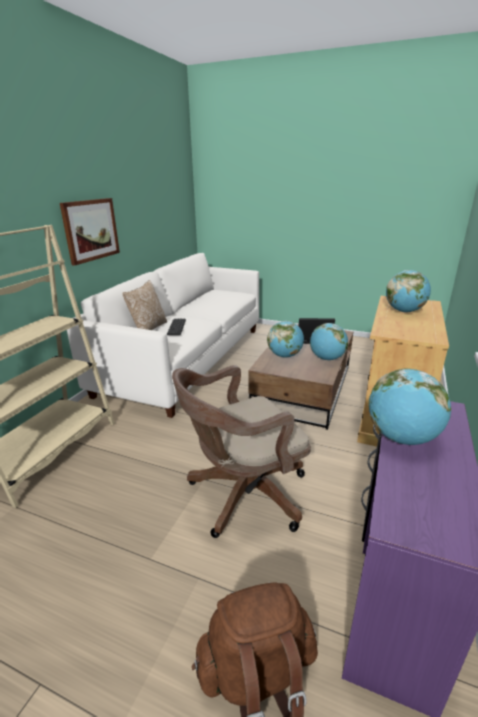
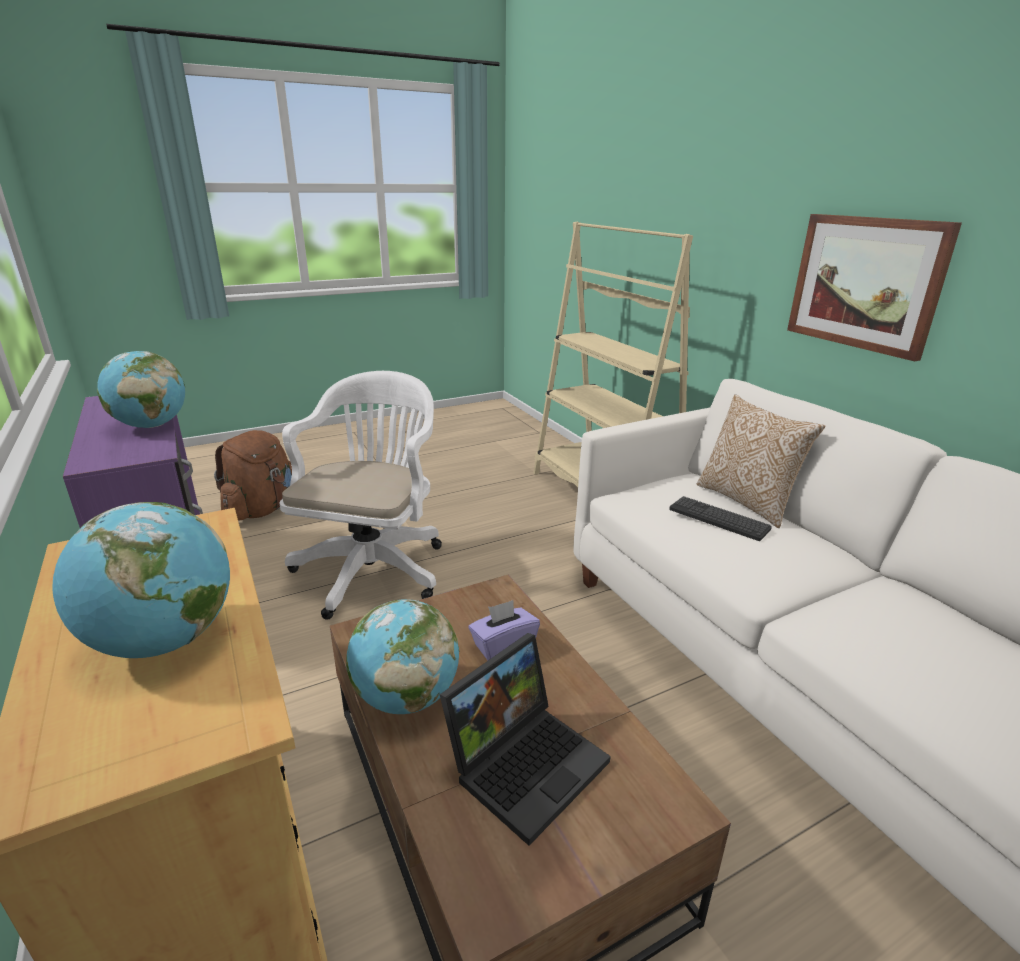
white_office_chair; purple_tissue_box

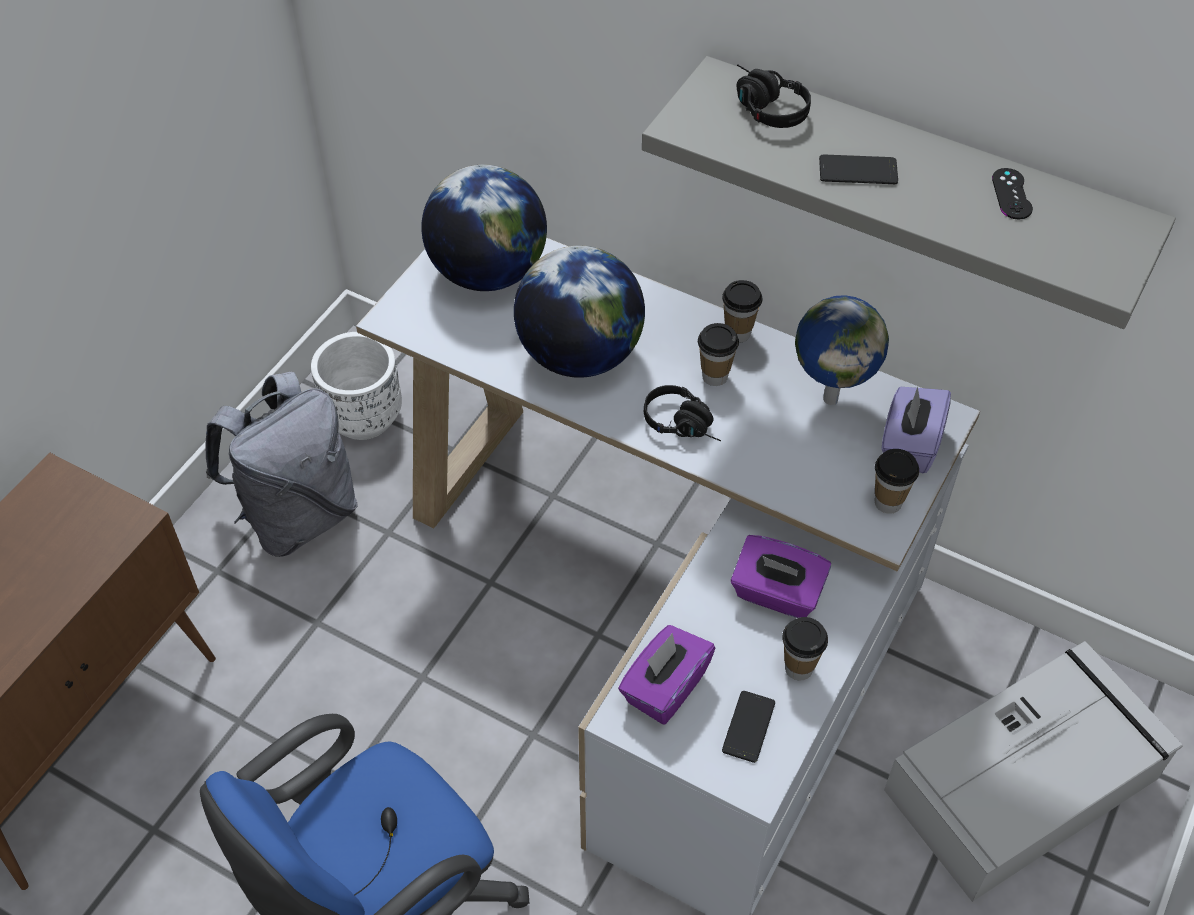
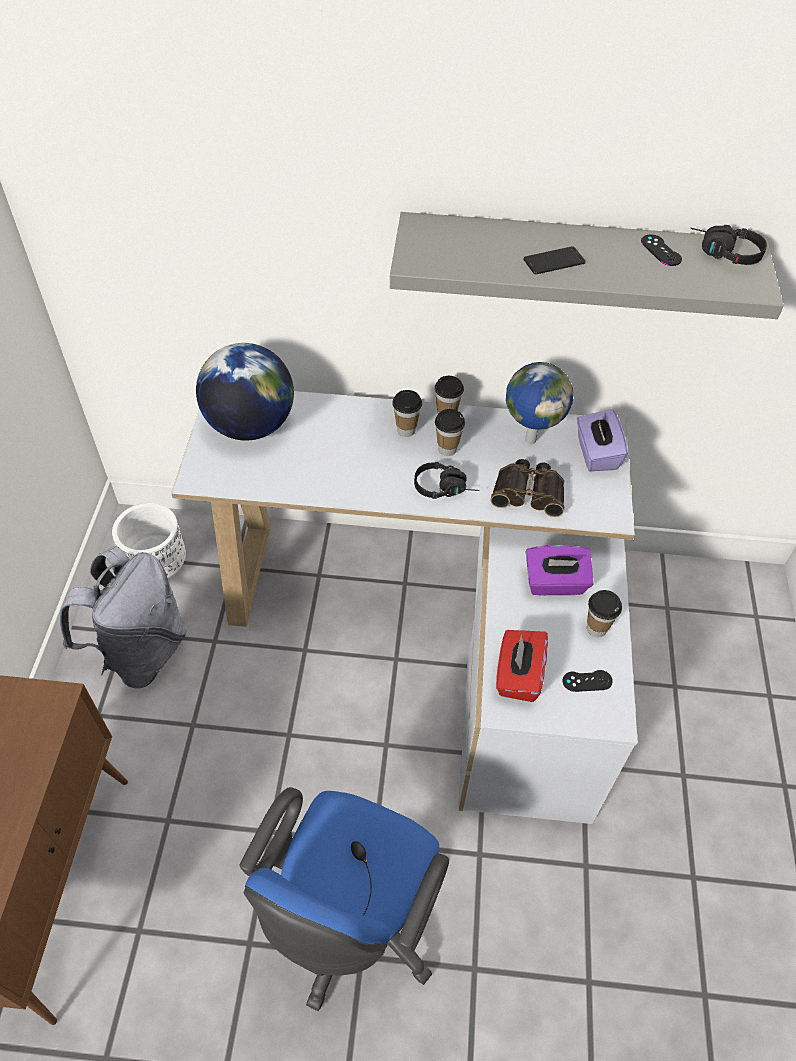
globe (2nd from left in the first image); red_tissue_box; black_game_controller (1st from left); black_headphones (2nd from left); cup (1st from left); grey_storage_box; binoculars

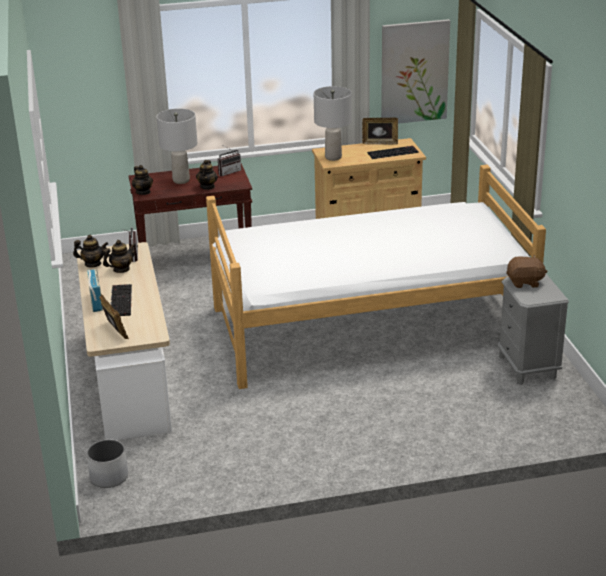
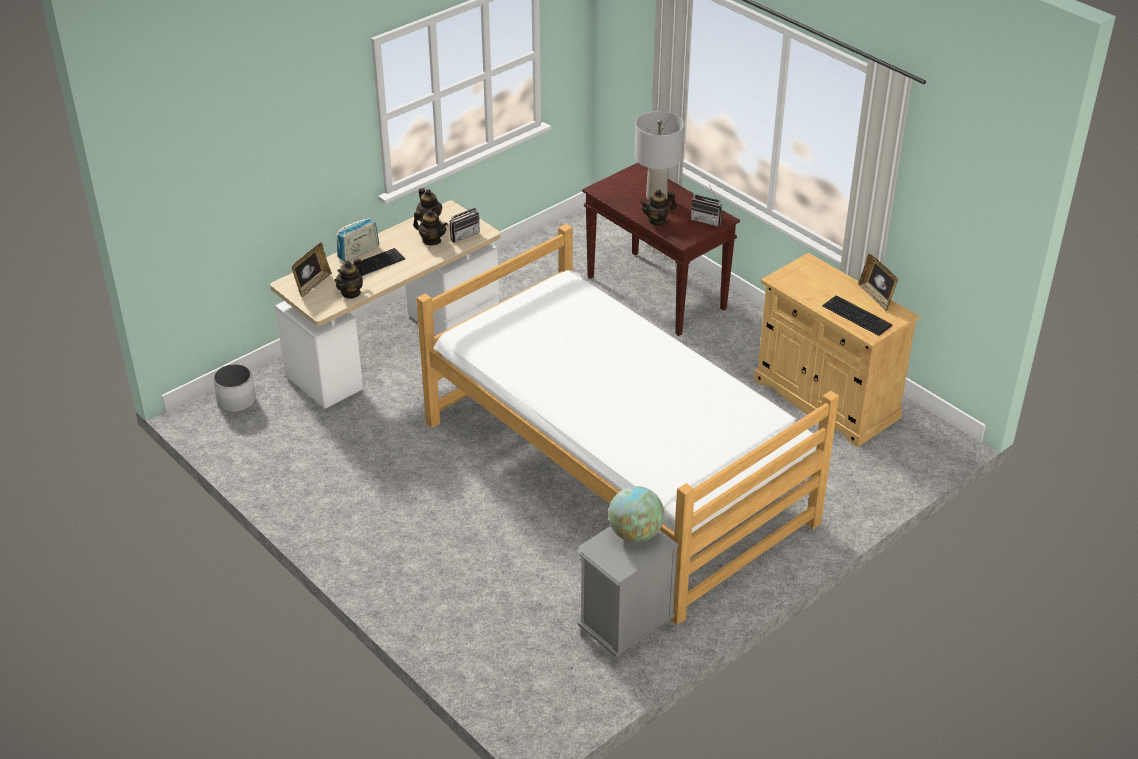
teapot (1st from left); grey_table_lamp (2nd from left in the first image); picture; globe

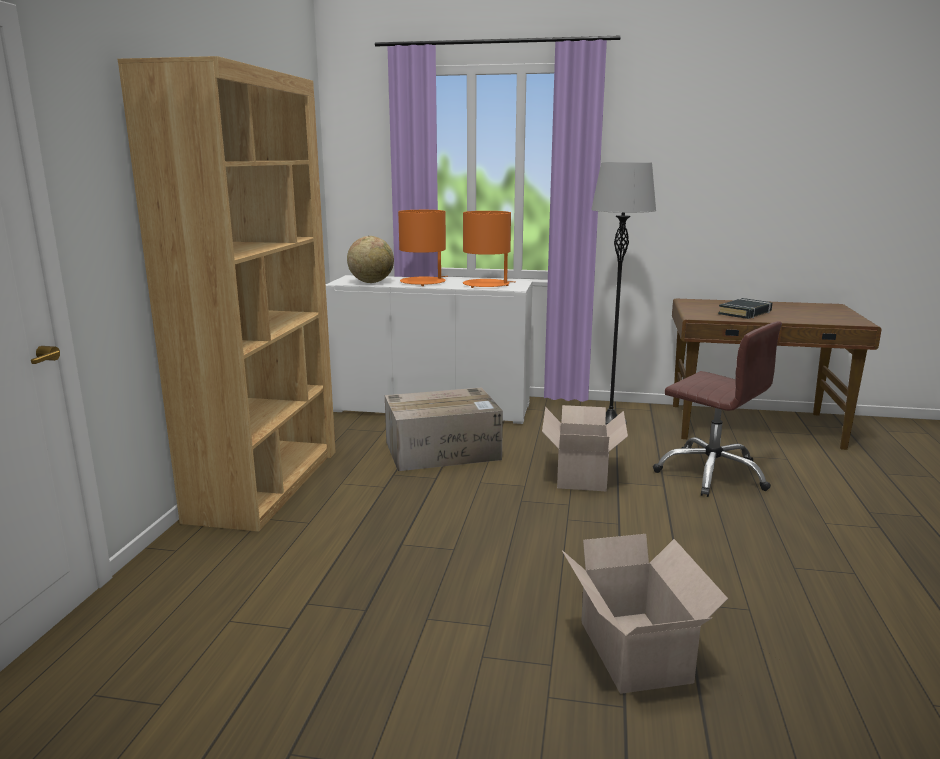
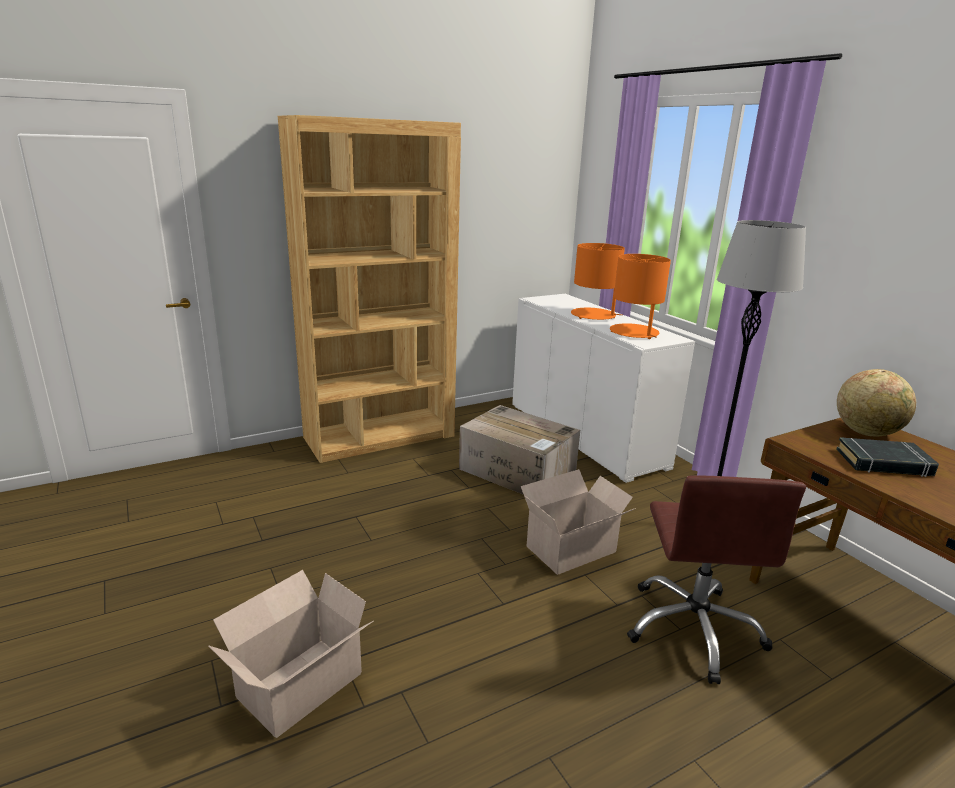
globe

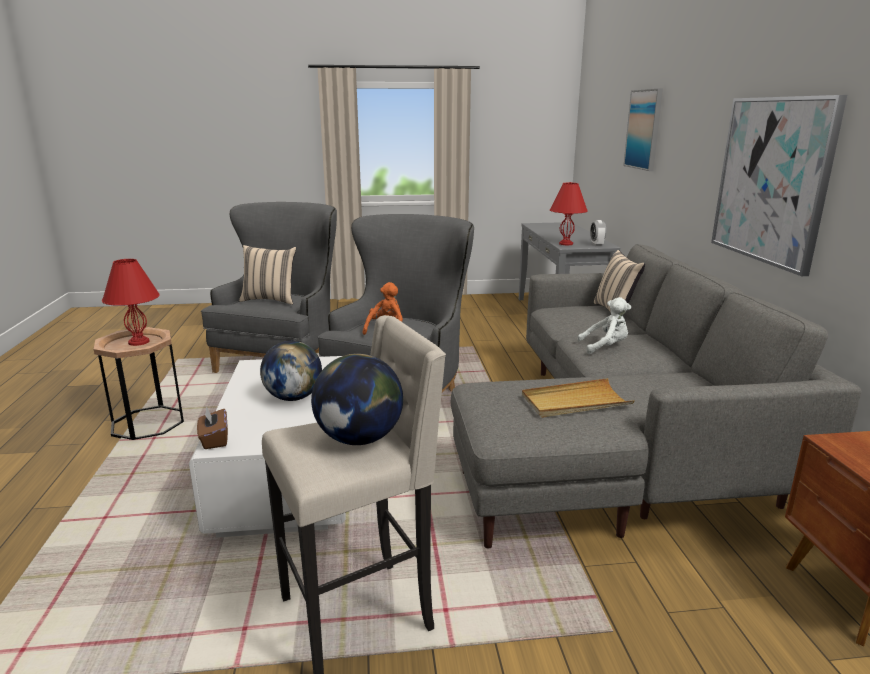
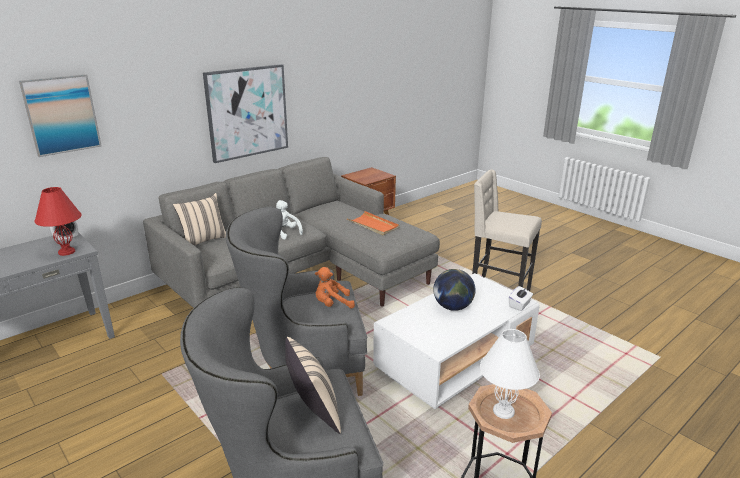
white_table_lamp; white_tissue_box; globe (2nd from left in the first image); orange_tray

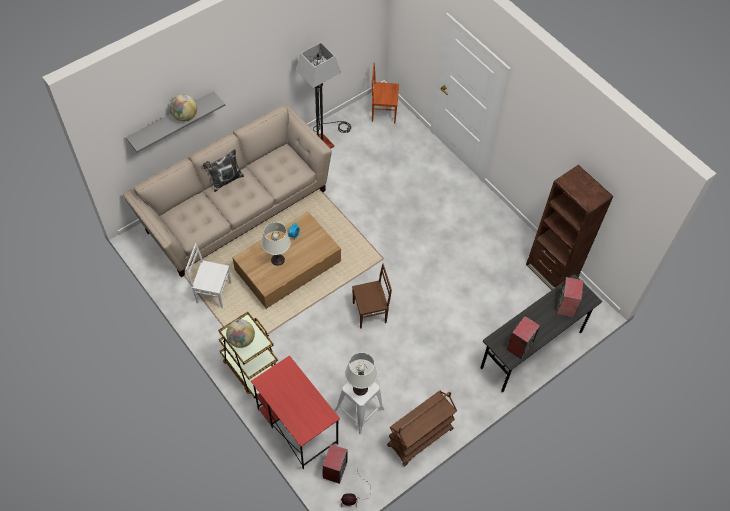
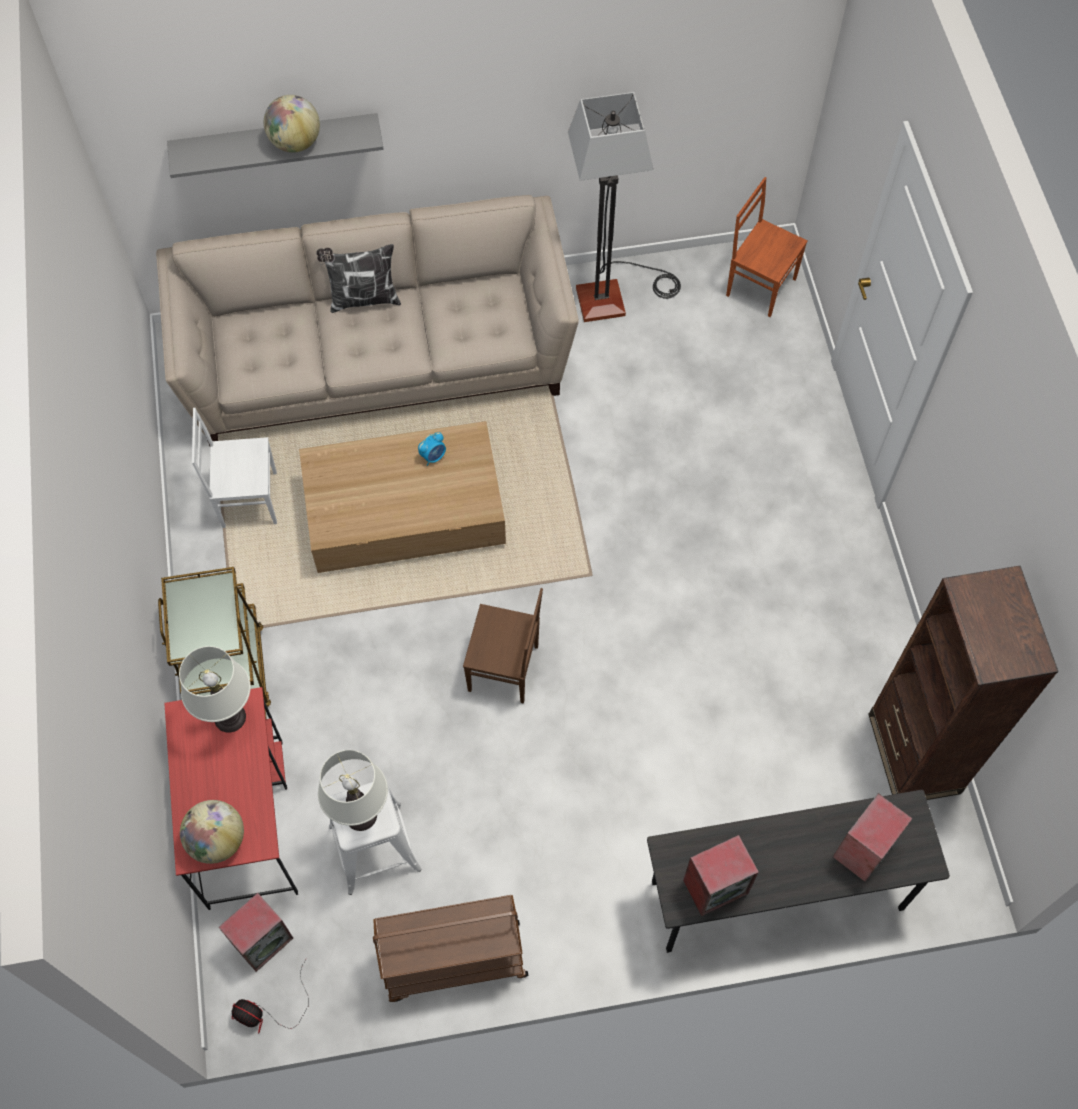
white_chair; globe (1st from left); white_table_lamp (1st from left)

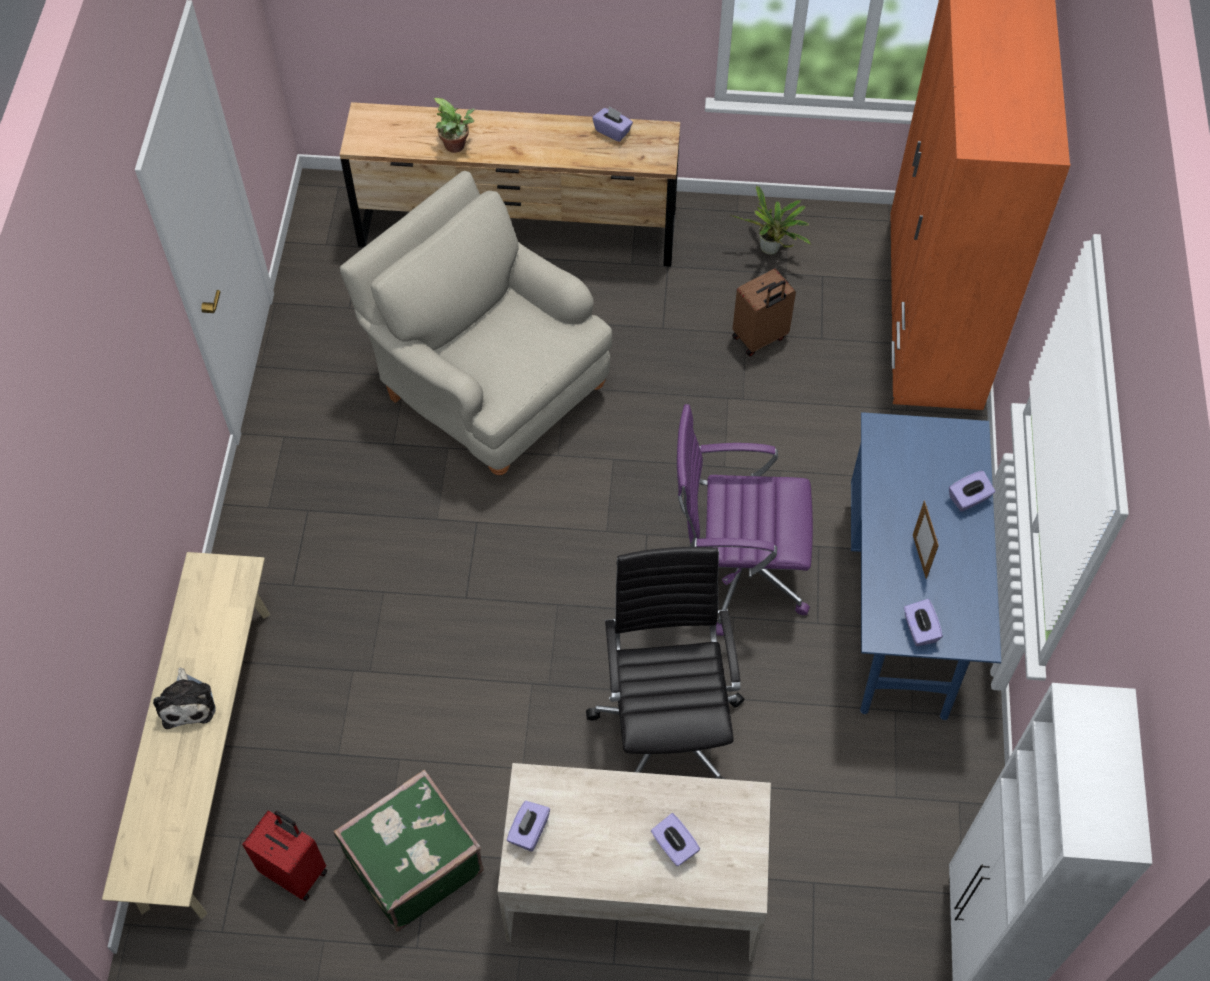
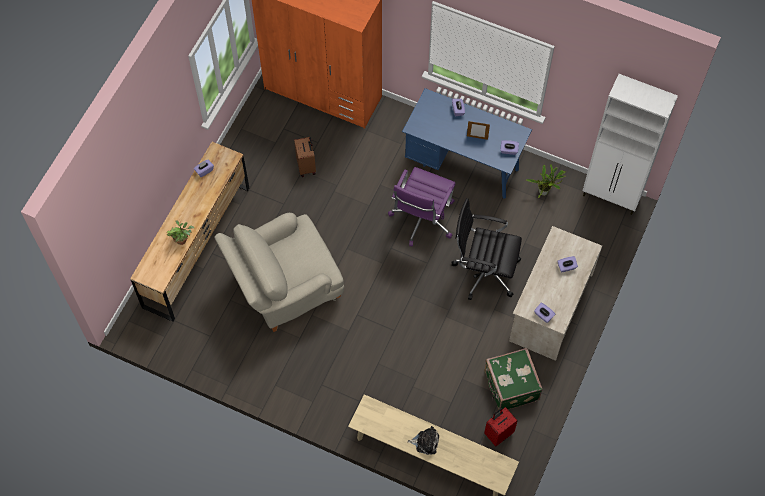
potted_plant (2nd from left)

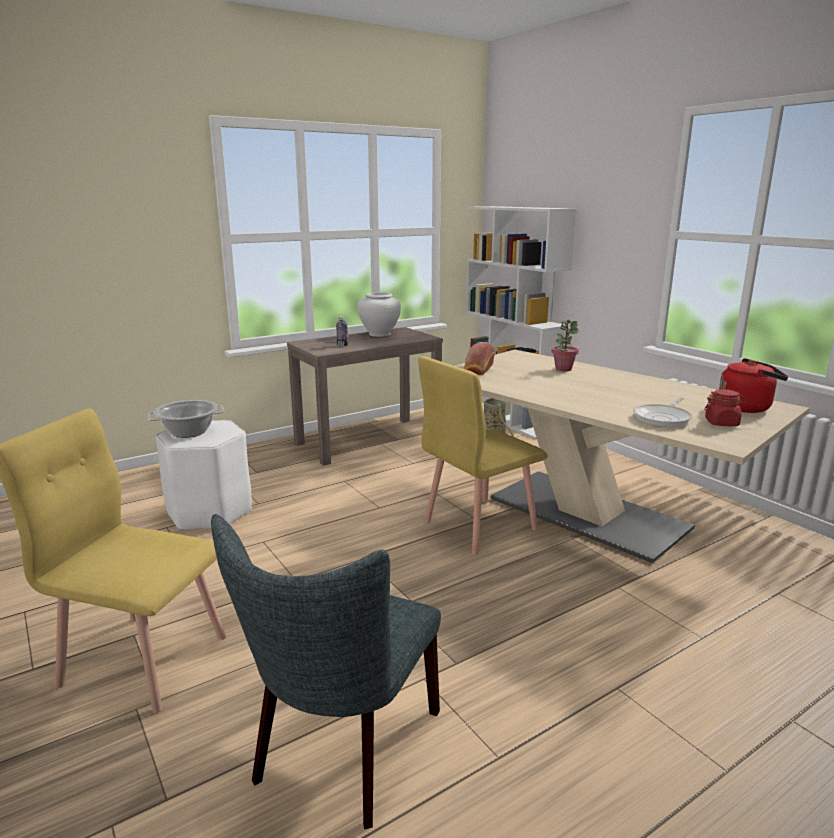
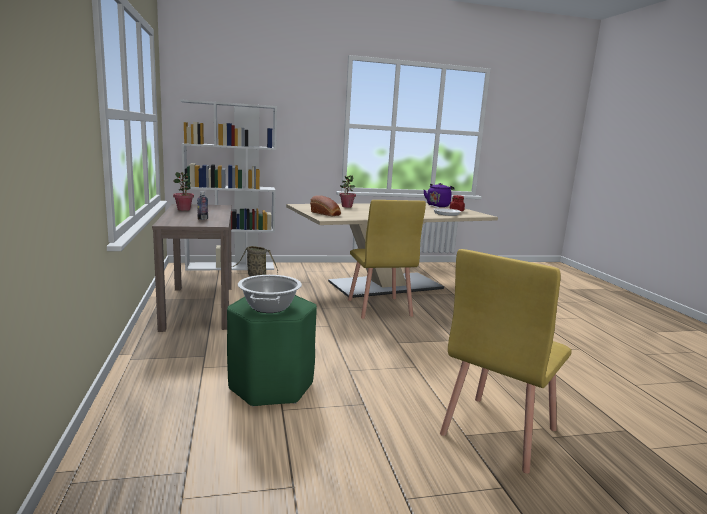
green_stool; grey_chair; potted_plant (1st from left); purple_kettle

